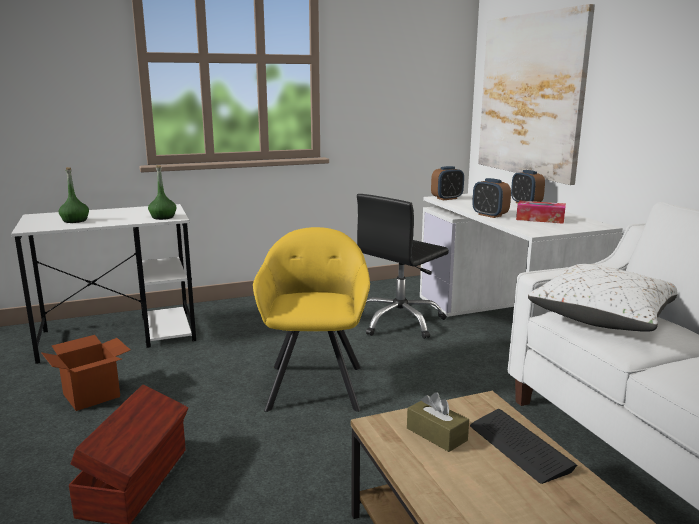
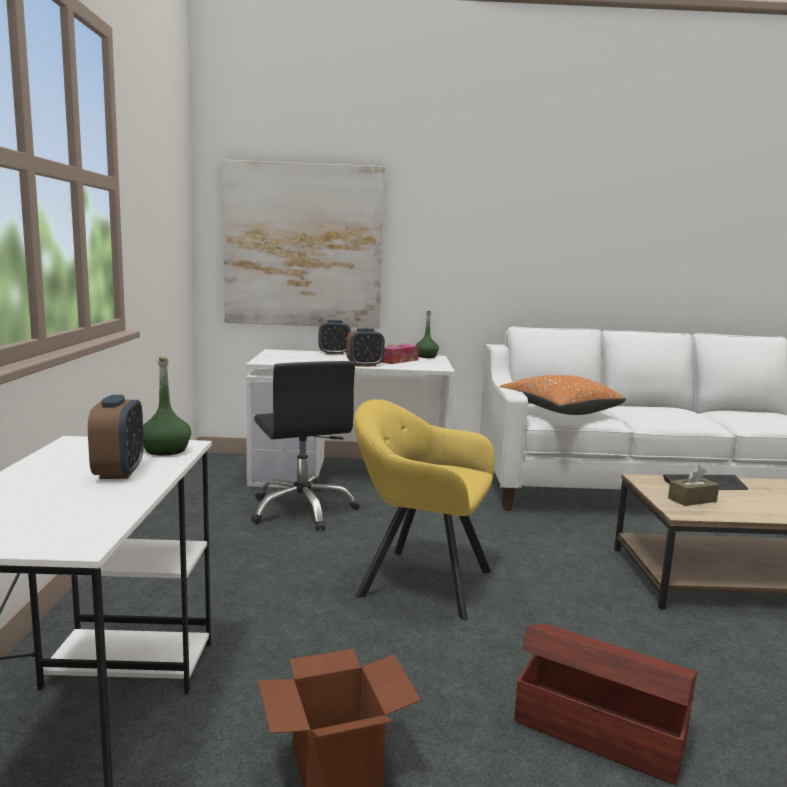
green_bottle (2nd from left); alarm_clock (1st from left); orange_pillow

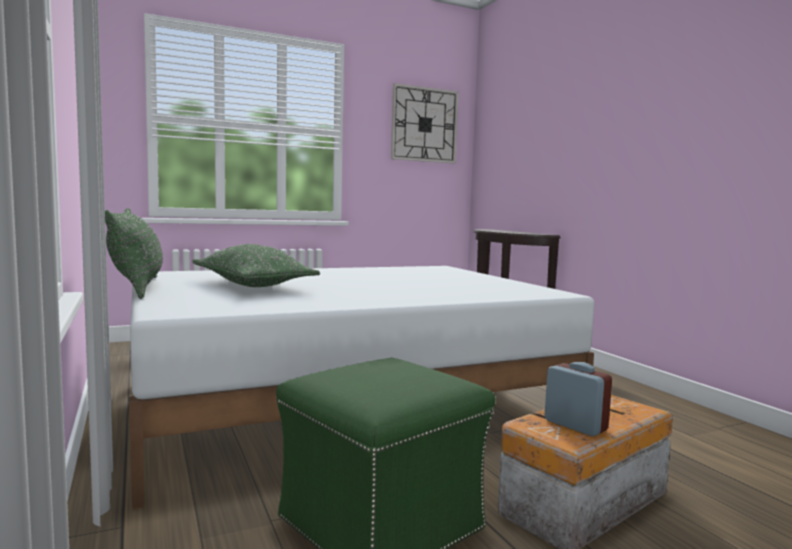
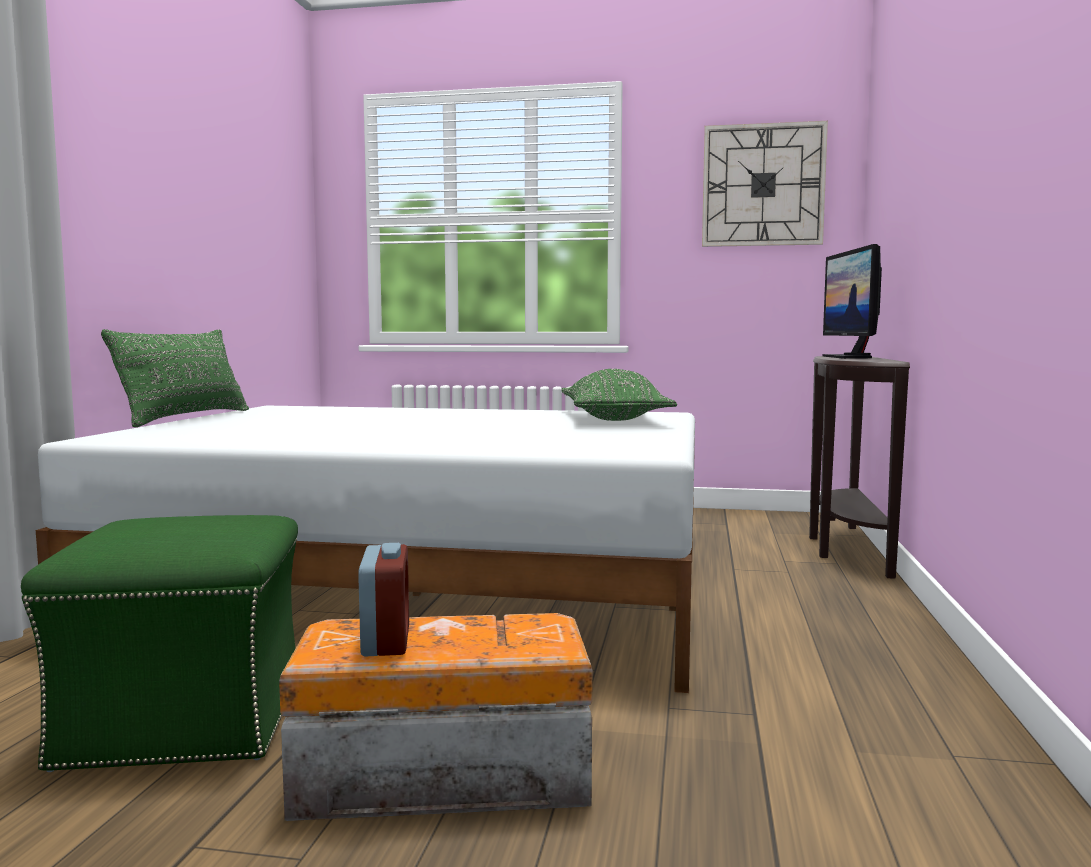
green_pillow (2nd from left); monitor

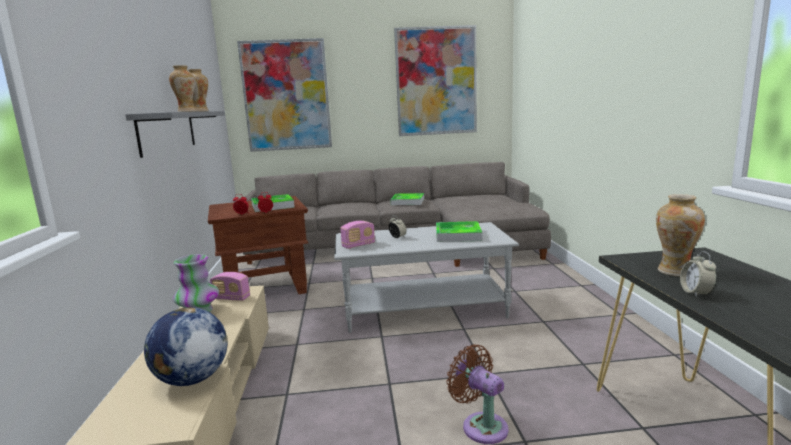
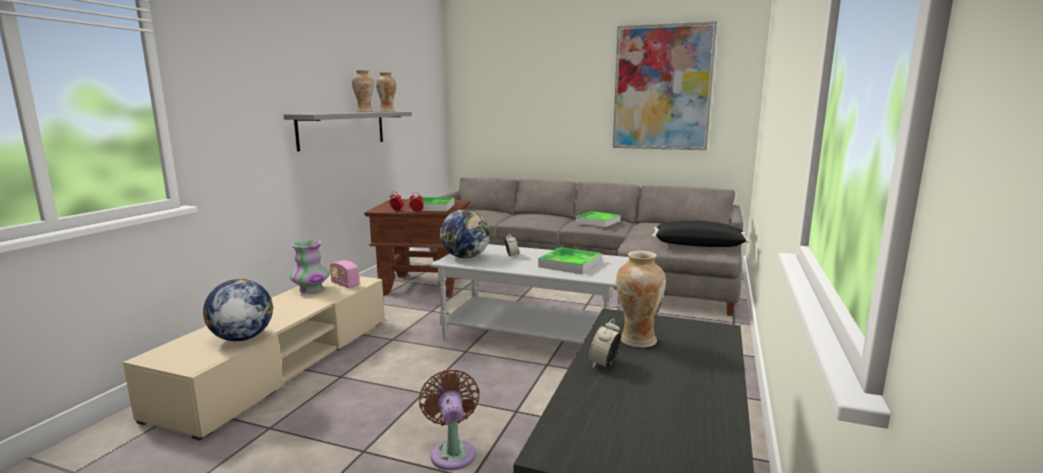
picture (1st from left in the first image); globe (2nd from left); black_pillow

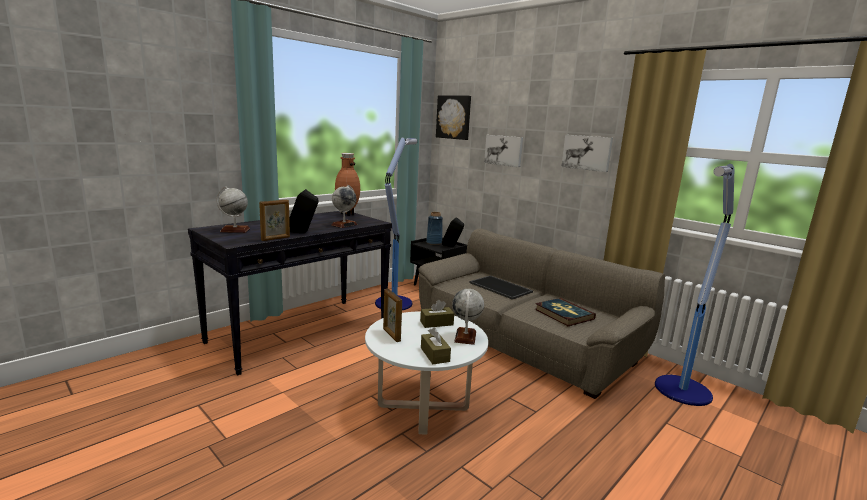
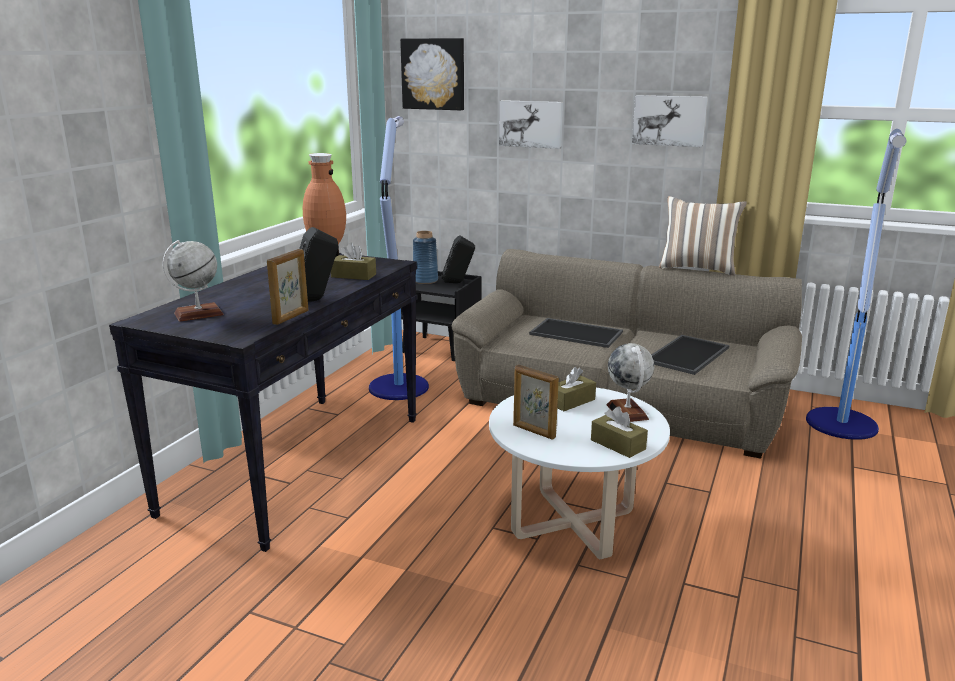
brown_tissue_box (1st from left); tray (2nd from left); pillow

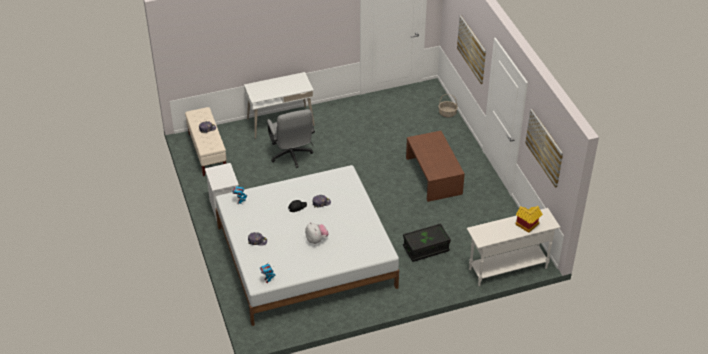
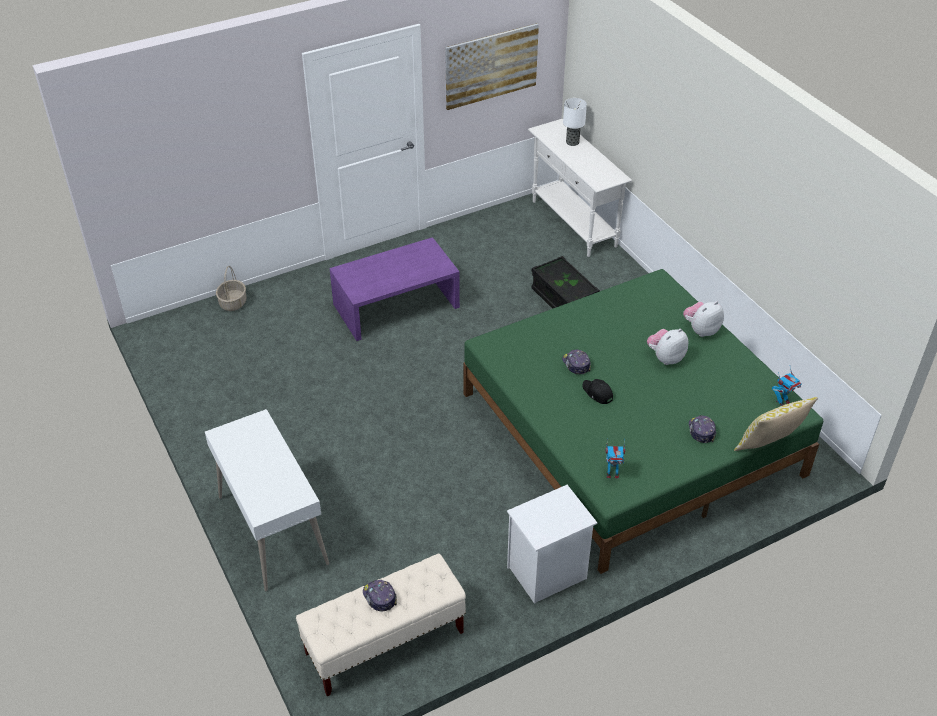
green_bed; grey_office_chair; purple_coffee_table; picture (1st from left in the first image); table_lamp; plush_toy (2nd from left); pillow

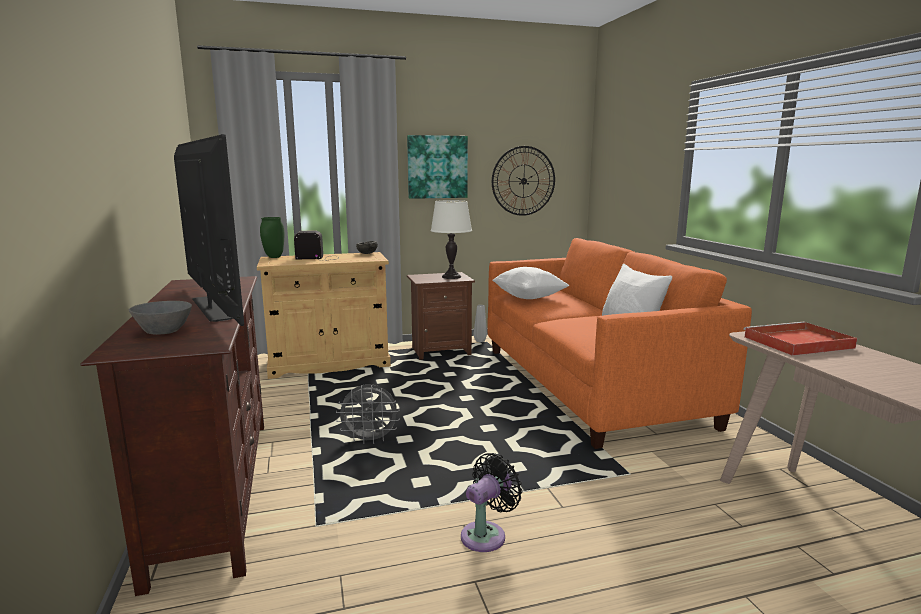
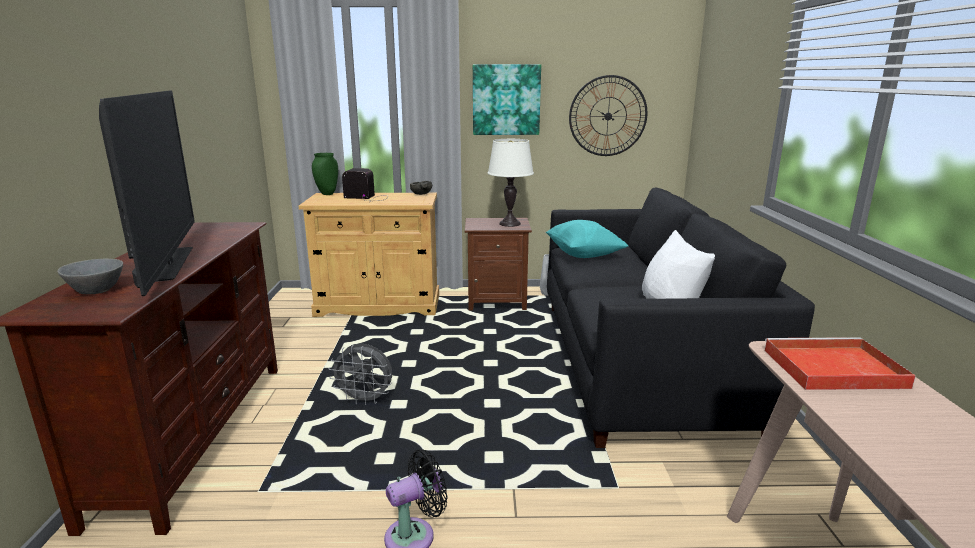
black_sofa; turquoise_pillow

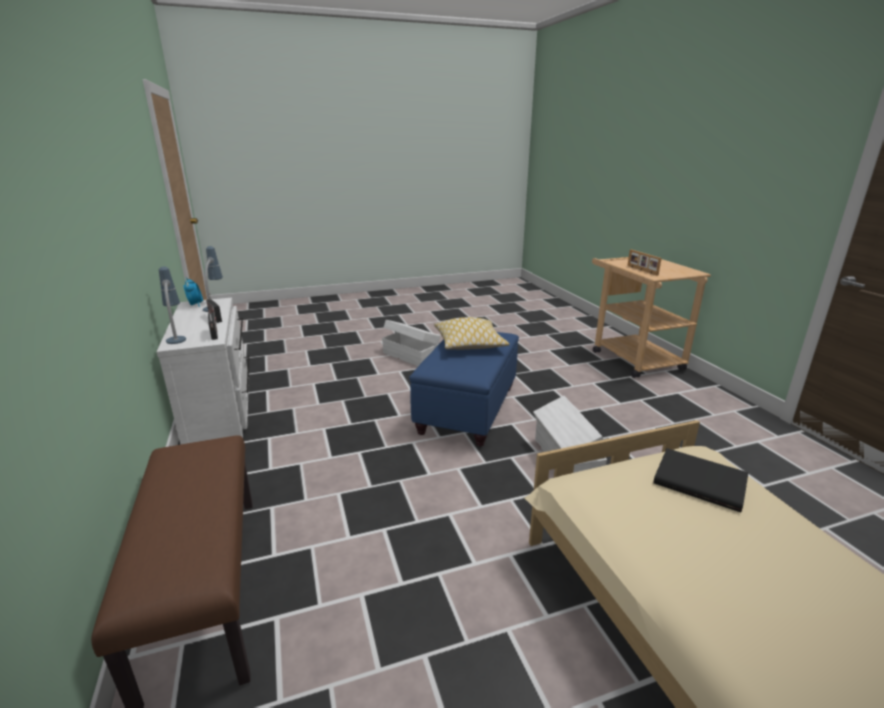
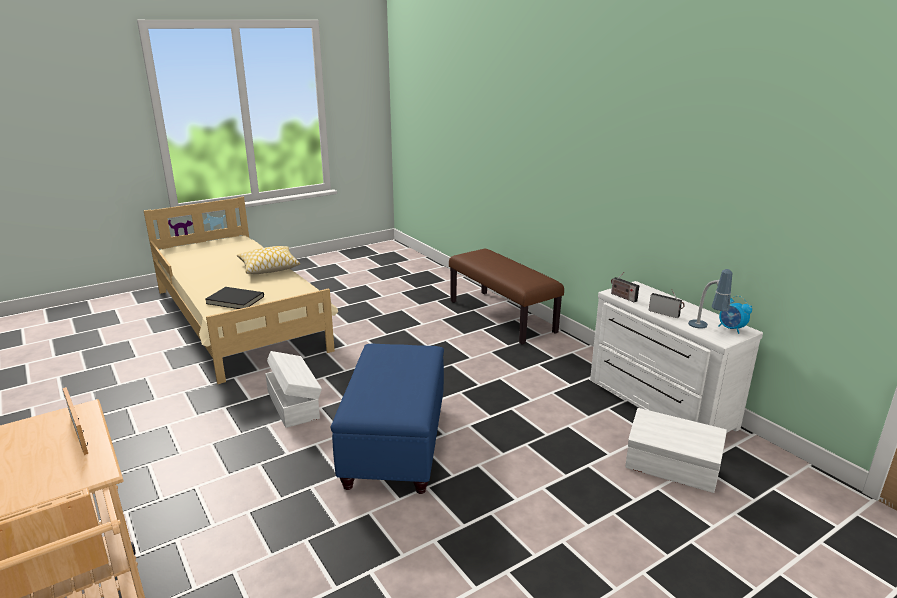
table_lamp (1st from left in the first image); white_storage_box (2nd from left); pillow

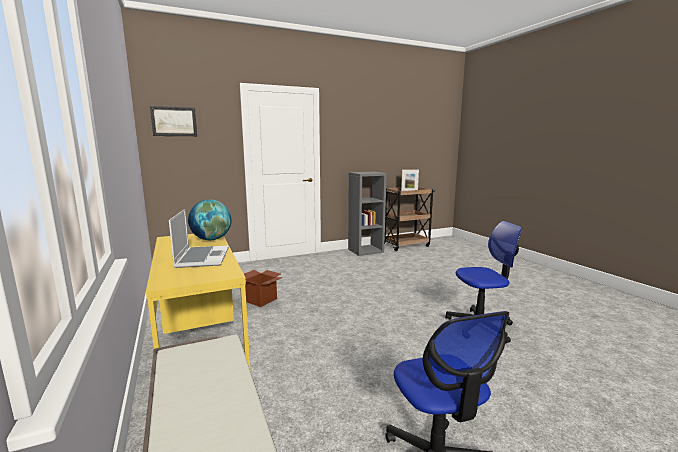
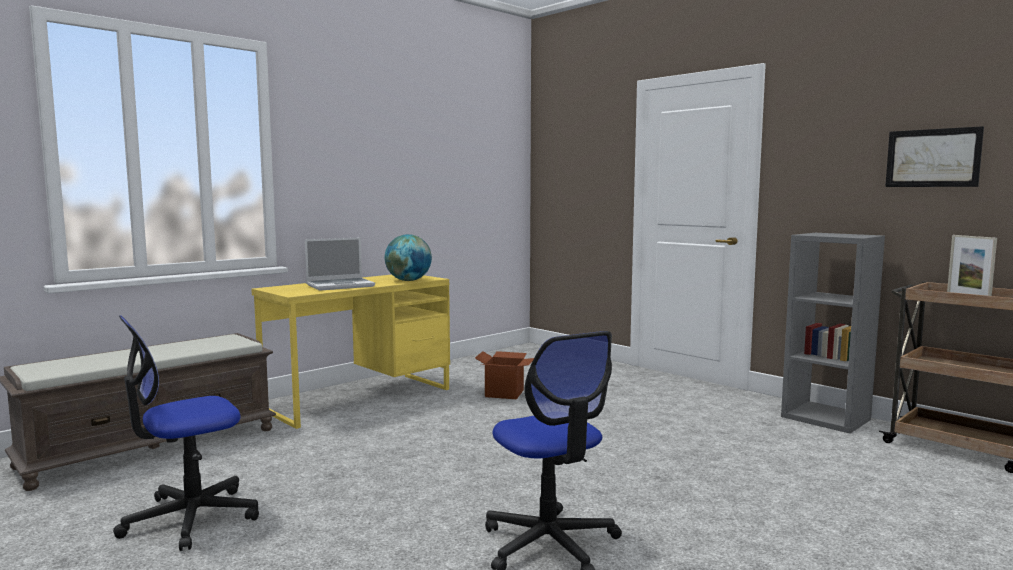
picture

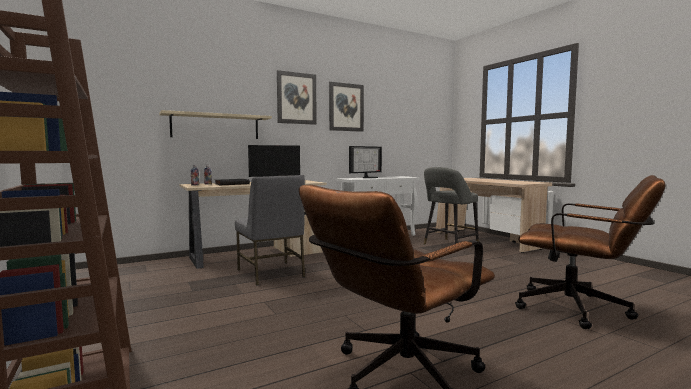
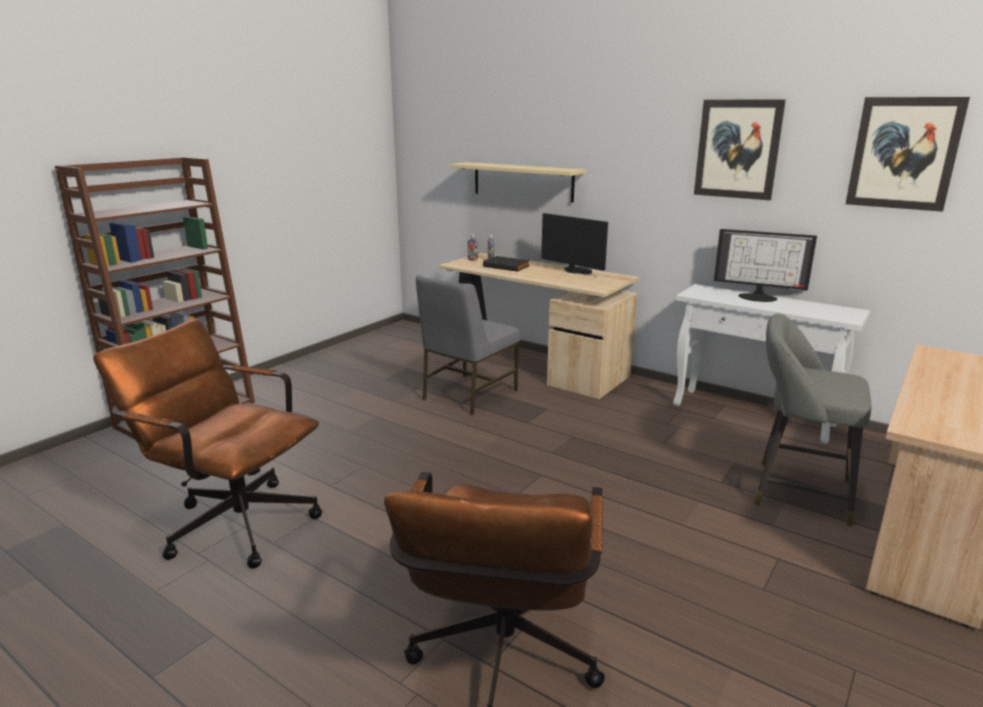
picture (2nd from left)

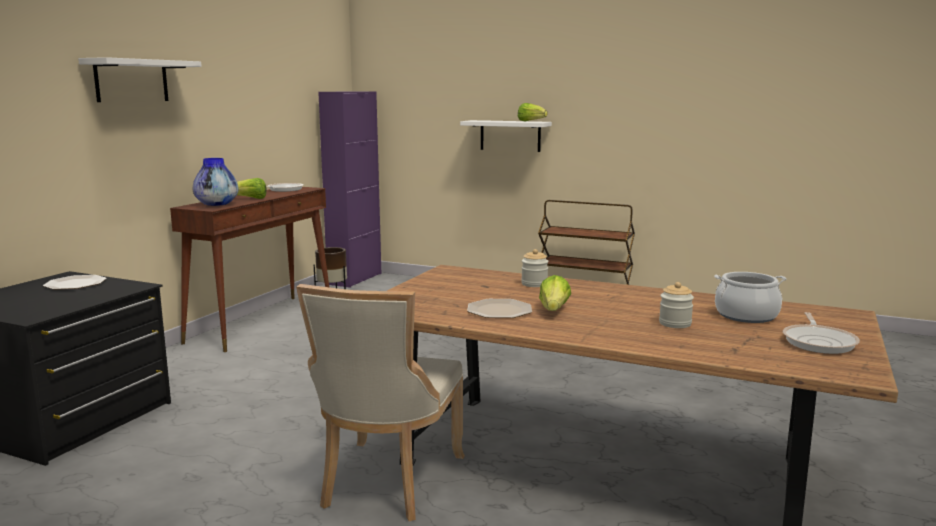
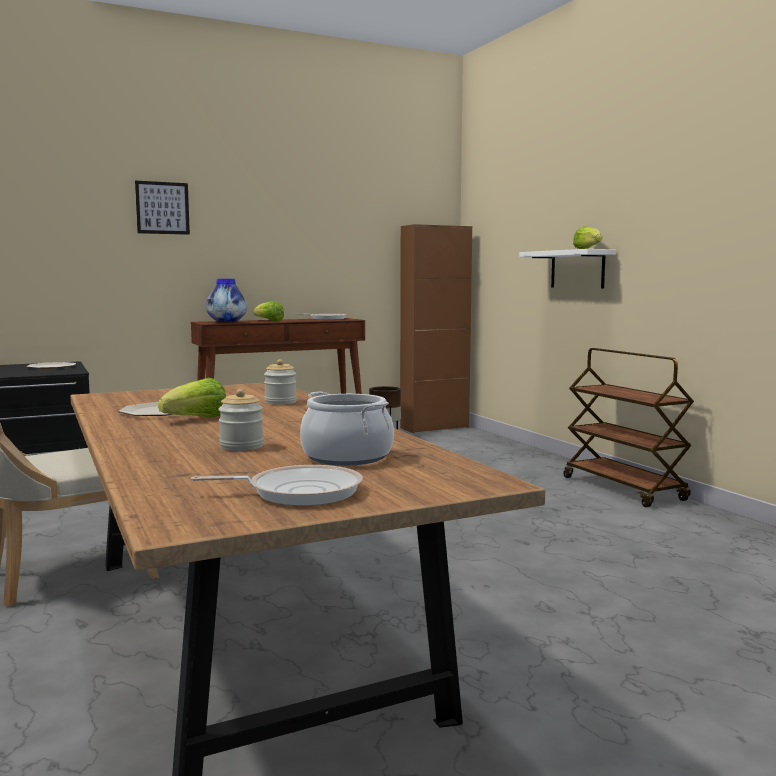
picture; brown_cabinet; frying_pan (1st from left)

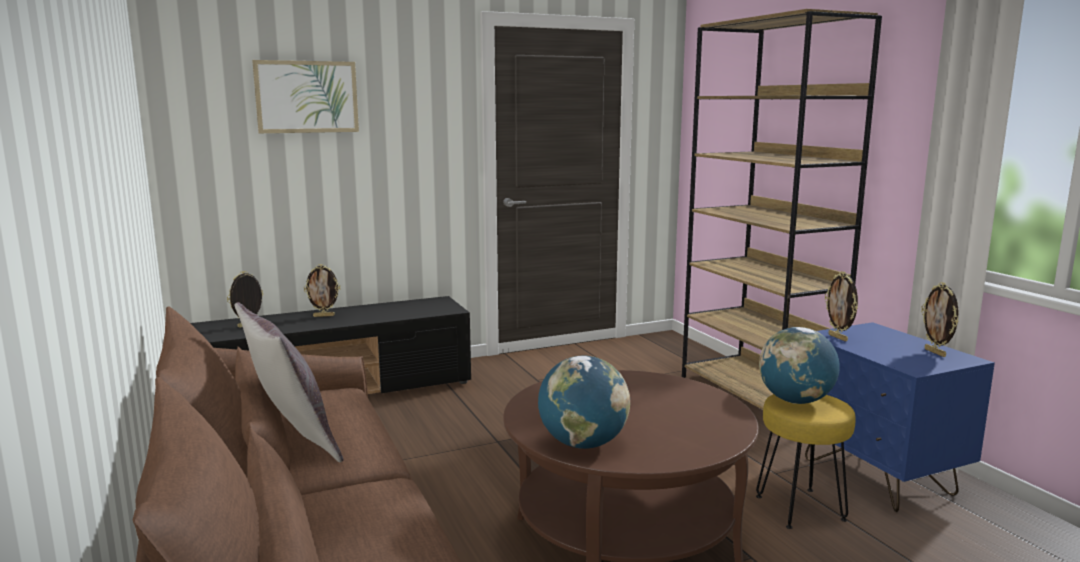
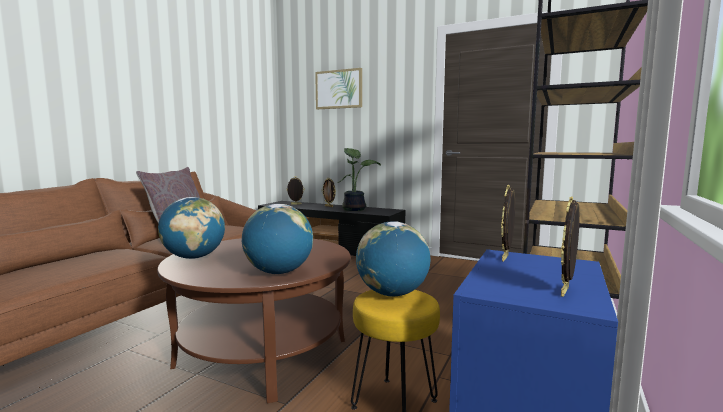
globe (2nd from left); potted_plant

